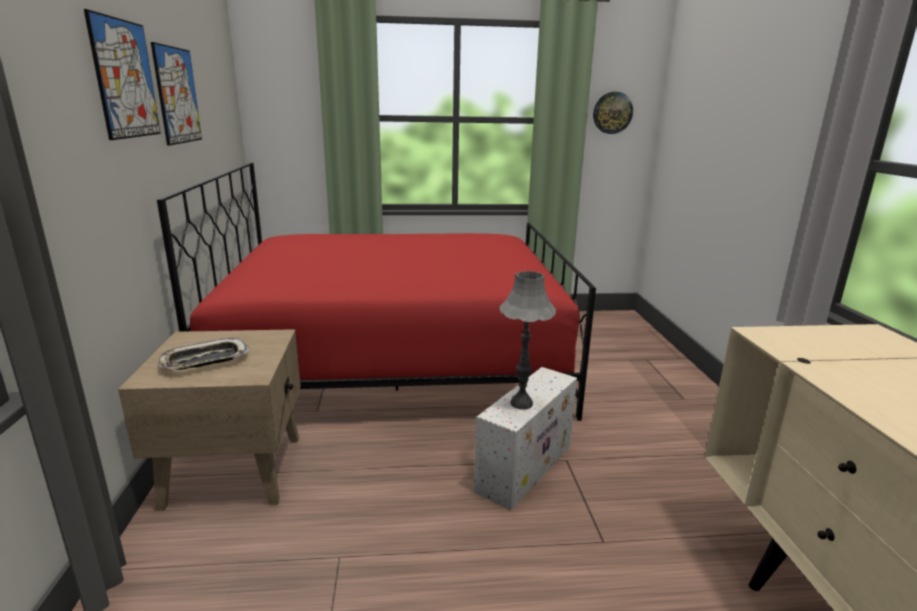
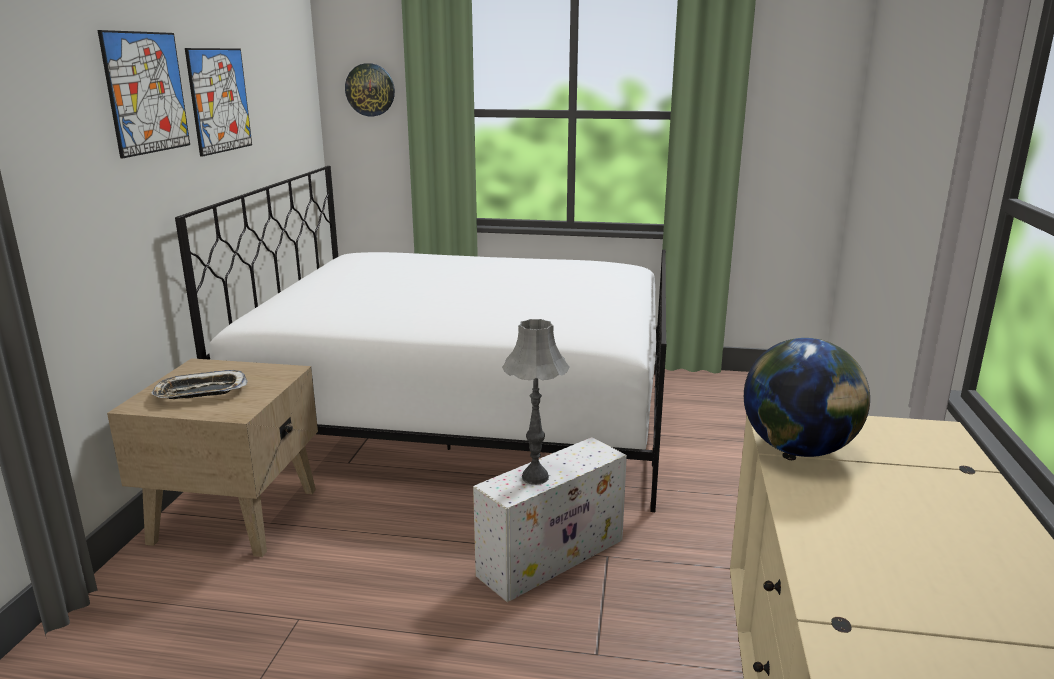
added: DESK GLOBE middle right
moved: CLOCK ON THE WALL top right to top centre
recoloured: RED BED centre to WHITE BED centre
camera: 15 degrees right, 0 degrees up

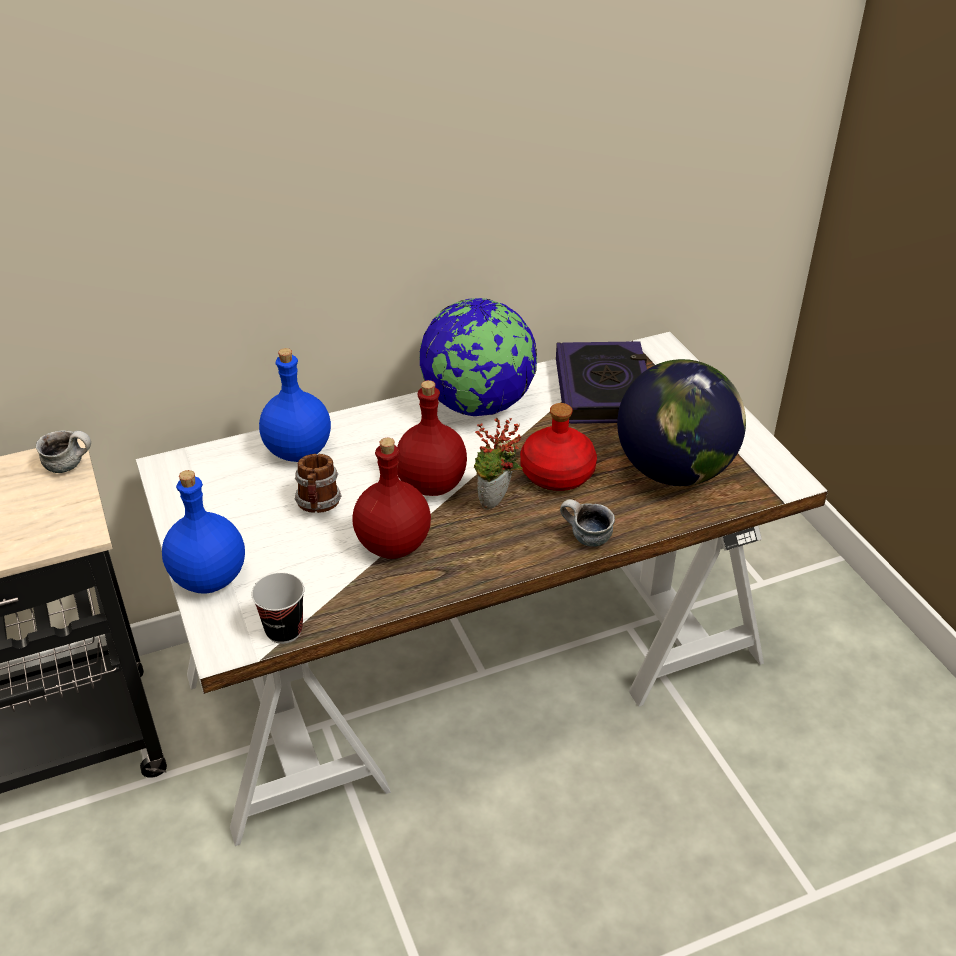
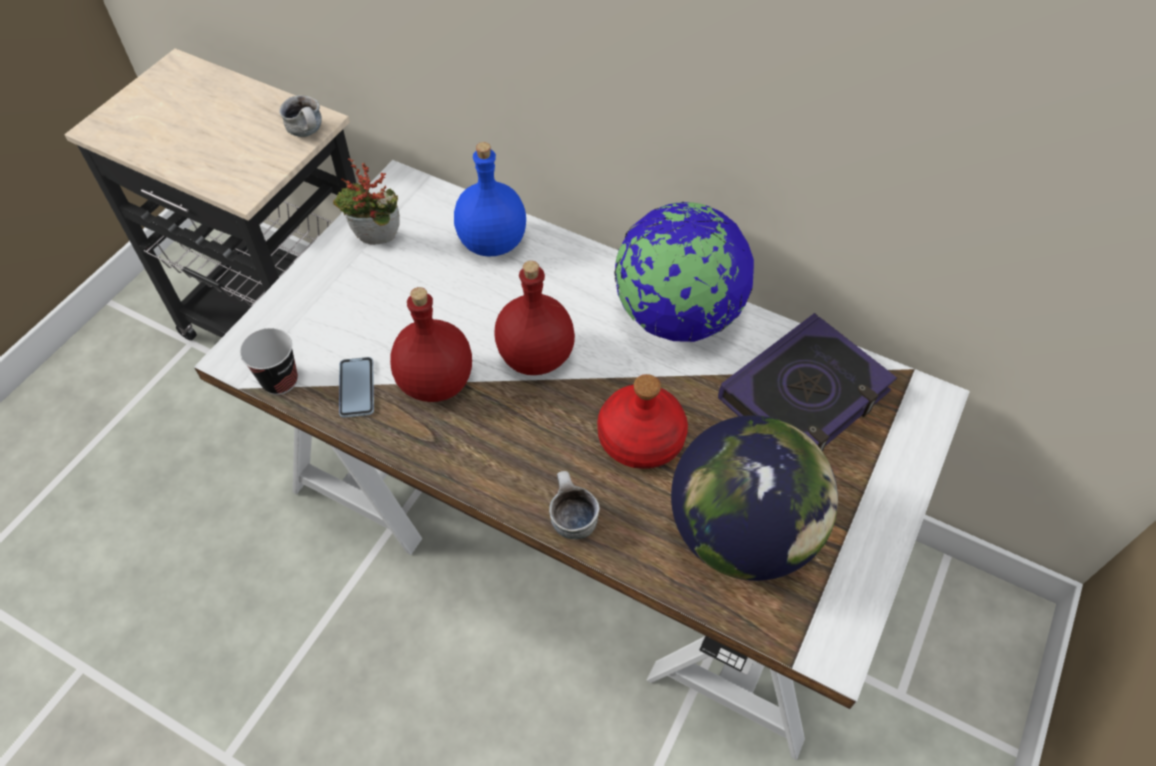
removed: TEA MUG (2nd from left) middle left; BLUISH BOTTLE (1st from left) middle left
added: HANDSET middle left
moved: HOUSEPLANT centre to top left
camera: 50 degrees right, 15 degrees up

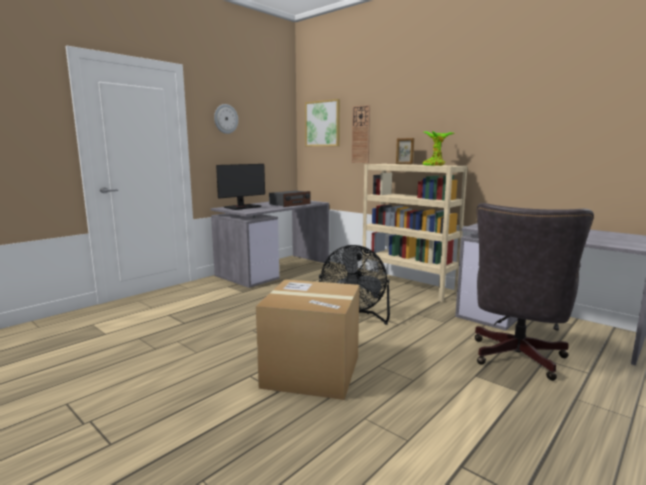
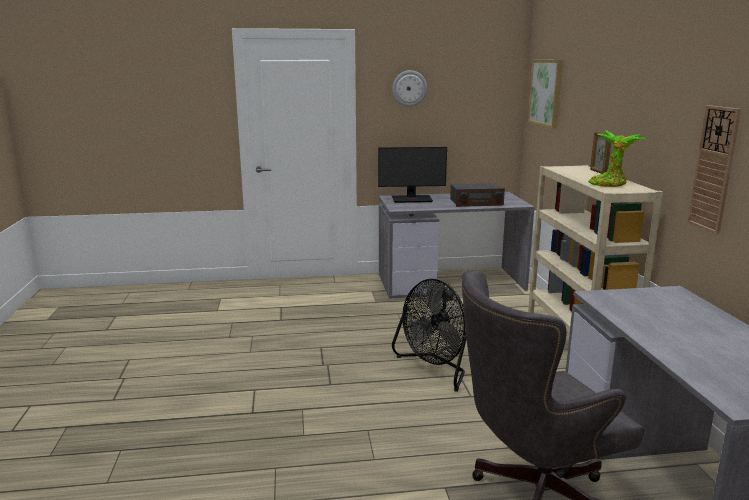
removed: CARDBOARD BOX bottom centre
moved: CLOCK ON THE WALL (2nd from left) top centre to middle right
camera: 40 degrees right, 5 degrees up

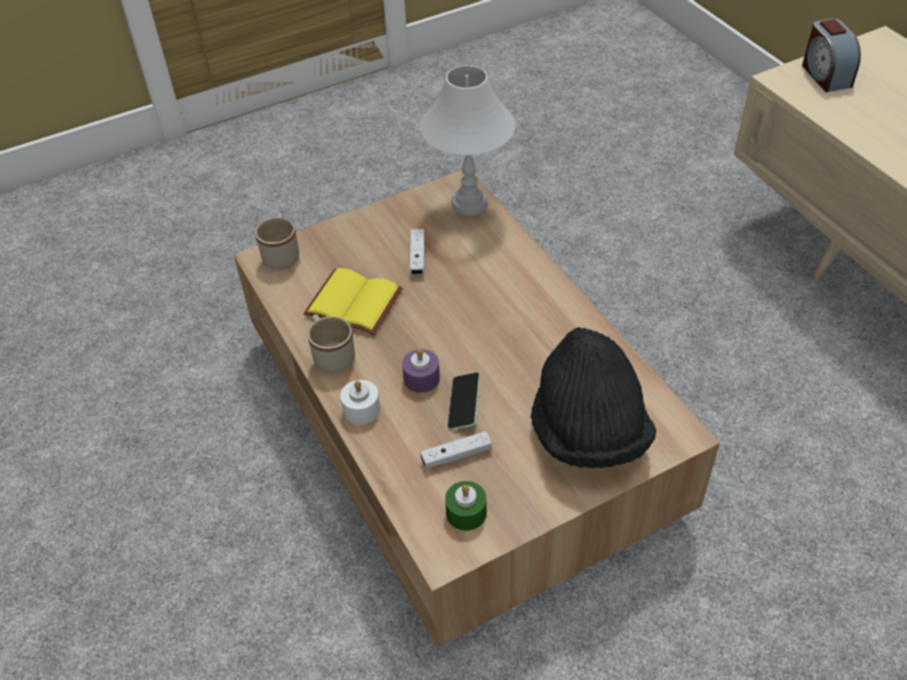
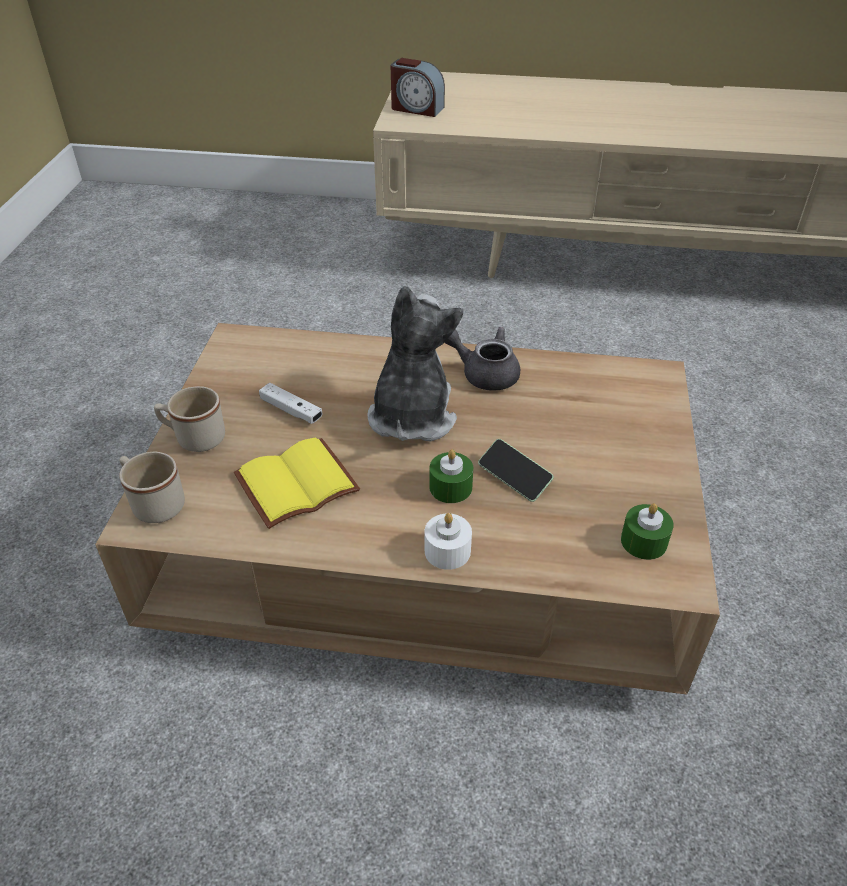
removed: WHITE TABLETOP LAMP top centre; BLACKISH WEARABLE HAT centre; WHITE GAME CONTROLLER (2nd from left) centre
added: SOFT TOY centre; GRAY POT FOR TEA centre
moved: BEIGE TEA MUG (2nd from left) centre to middle left
recoloured: PURPLISH WAX LIGHT centre to GREENISH WAX LIGHT (1st from left) centre
camera: 55 degrees left, 5 degrees down

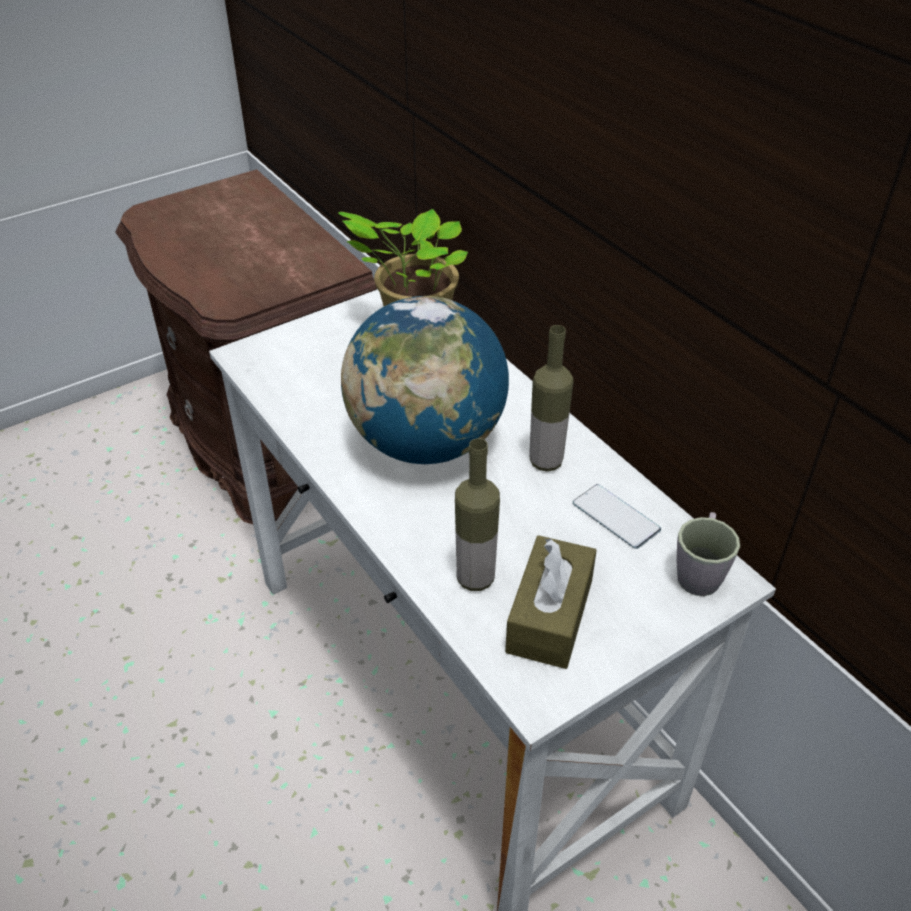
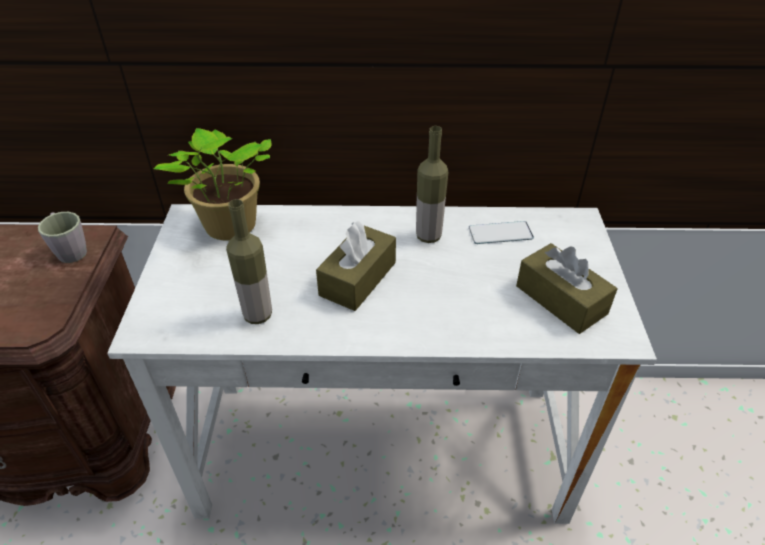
moved: BOTTLE (1st from left) centre to middle left; GRAY TEA MUG middle right to middle left
replaced: DESK GLOBE centre to BROWNISH TISSUE BOX (1st from left) centre
camera: 55 degrees left, 0 degrees up

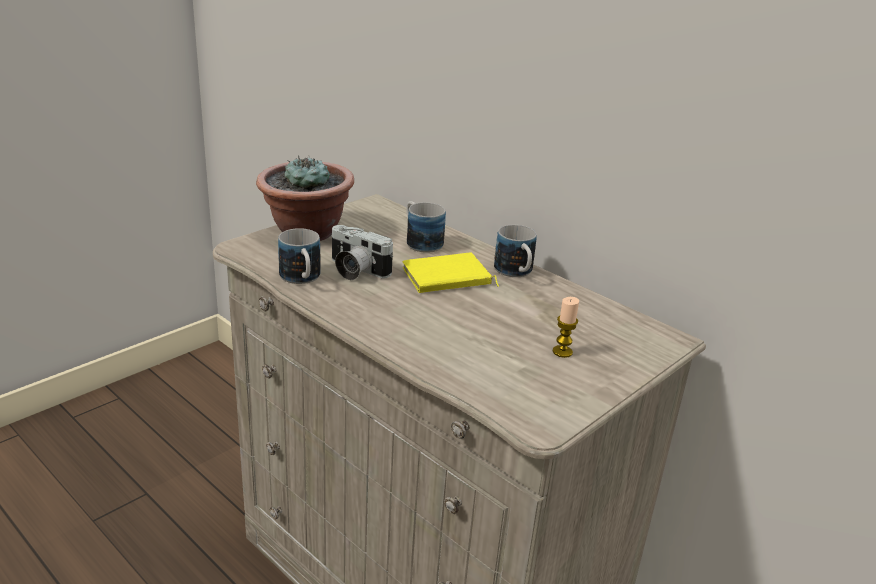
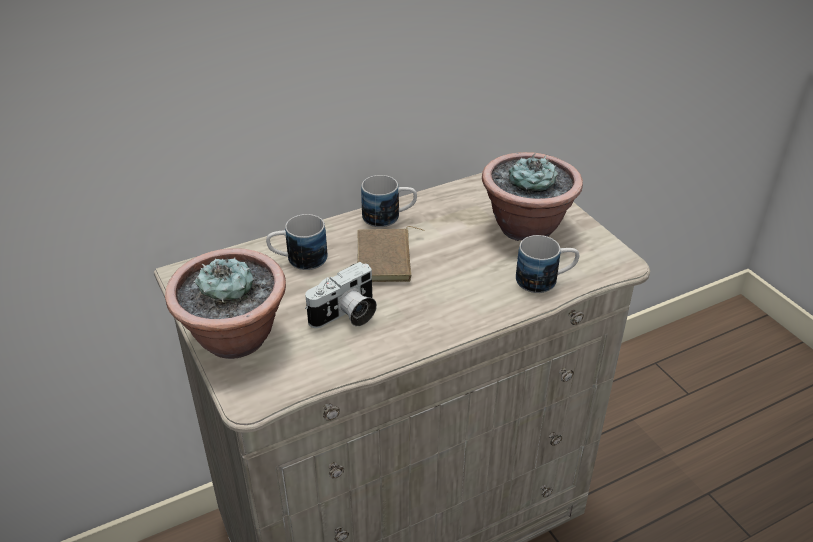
moved: TEA MUG (1st from left in the first image) centre to TEA MUG (3rd from left) middle right
replaced: WAX LIGHT centre to HOUSEPLANT (2nd from left) centre
recoloured: YELLOW VOLUME centre to BROWNISH VOLUME centre
camera: 70 degrees left, 10 degrees up

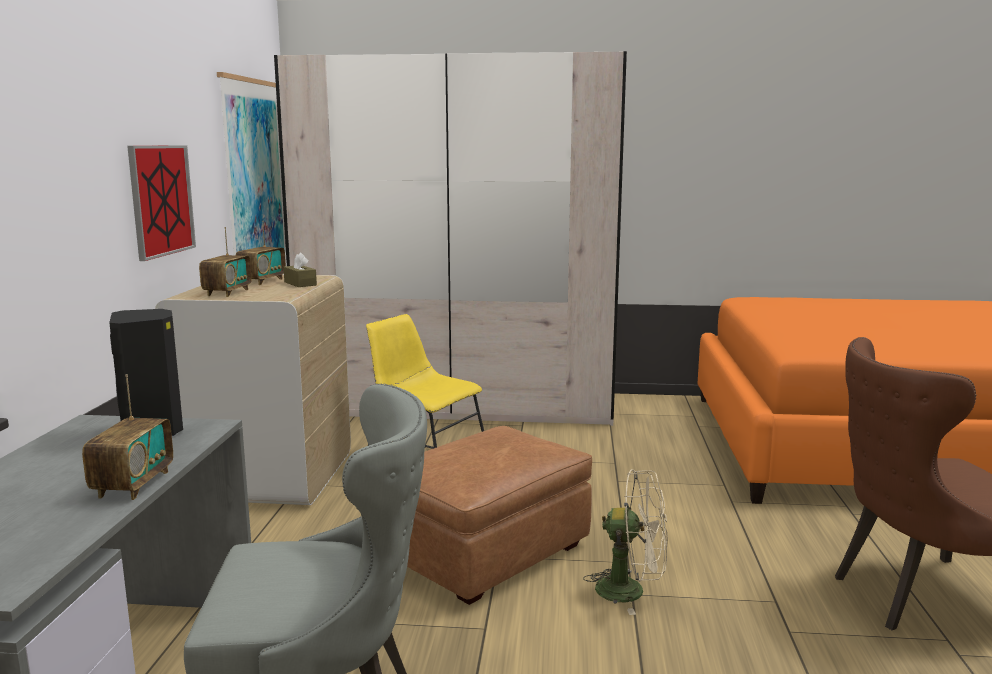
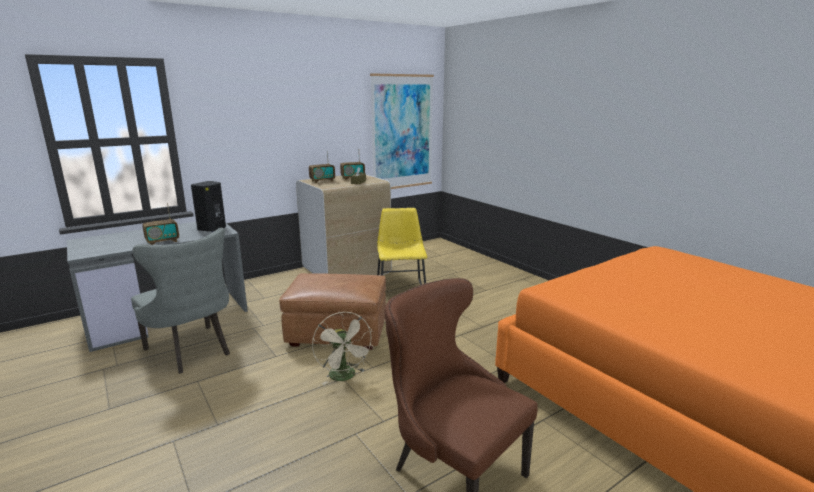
removed: BEIGE WARDROBE centre; WALL ART (1st from left) top left
camera: 50 degrees right, 5 degrees up

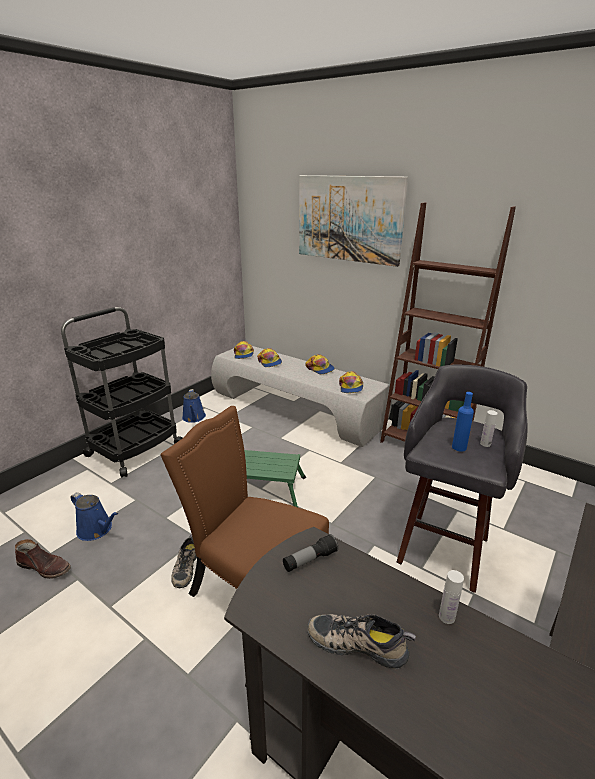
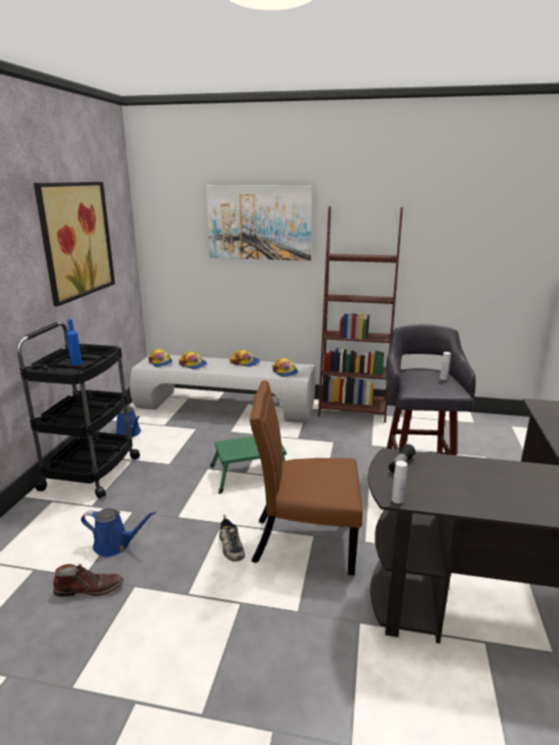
removed: SHOE (2nd from left) bottom centre
added: WALL ART (1st from left) top left
moved: BLUISH BOTTLE middle right to middle left; WHITE BOTTLE (1st from left) bottom right to middle right
camera: 25 degrees left, 5 degrees down

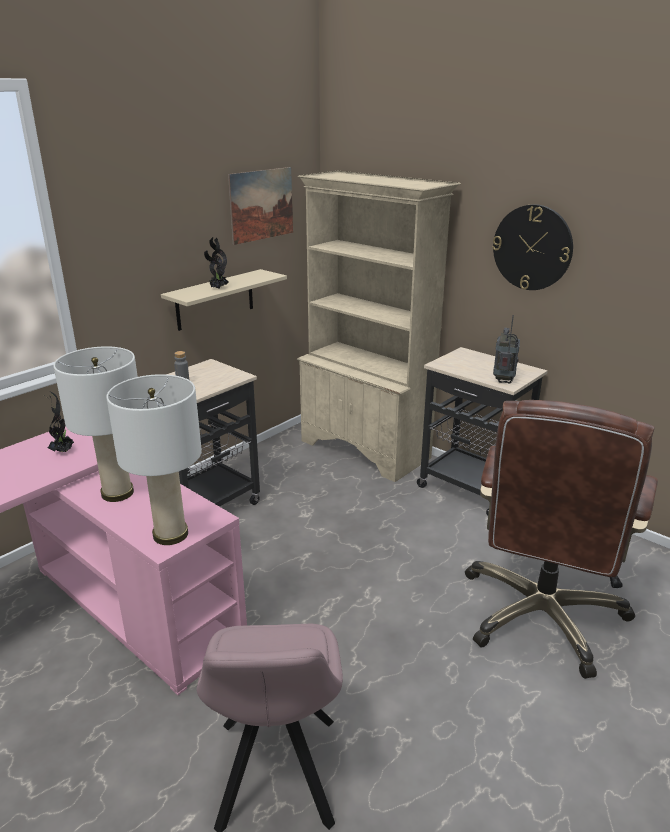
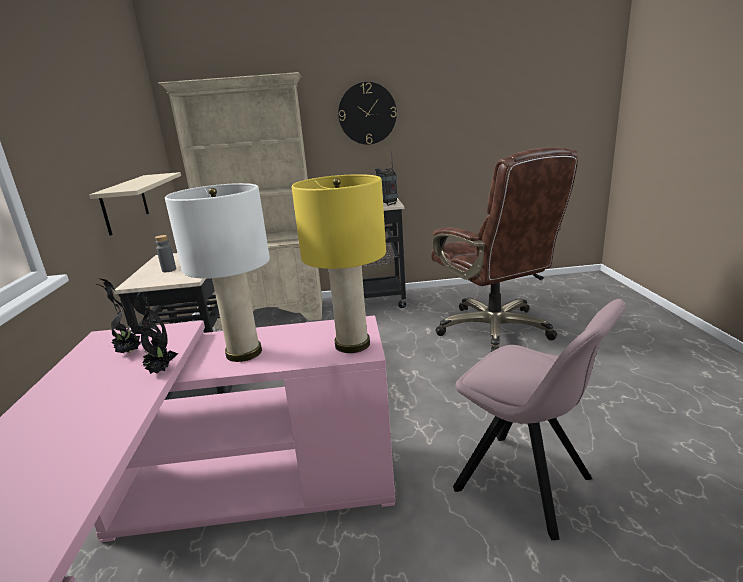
removed: WALL ART top centre
moved: HOUSEPLANT (2nd from left) top left to middle left
recoloured: WHITE TABLETOP LAMP (2nd from left) middle left to YELLOW TABLETOP LAMP centre
camera: 45 degrees left, 5 degrees down

